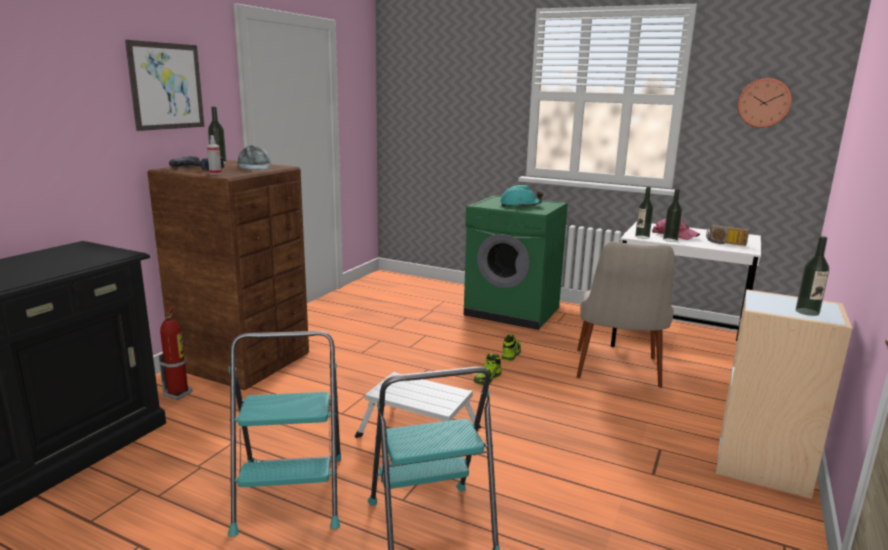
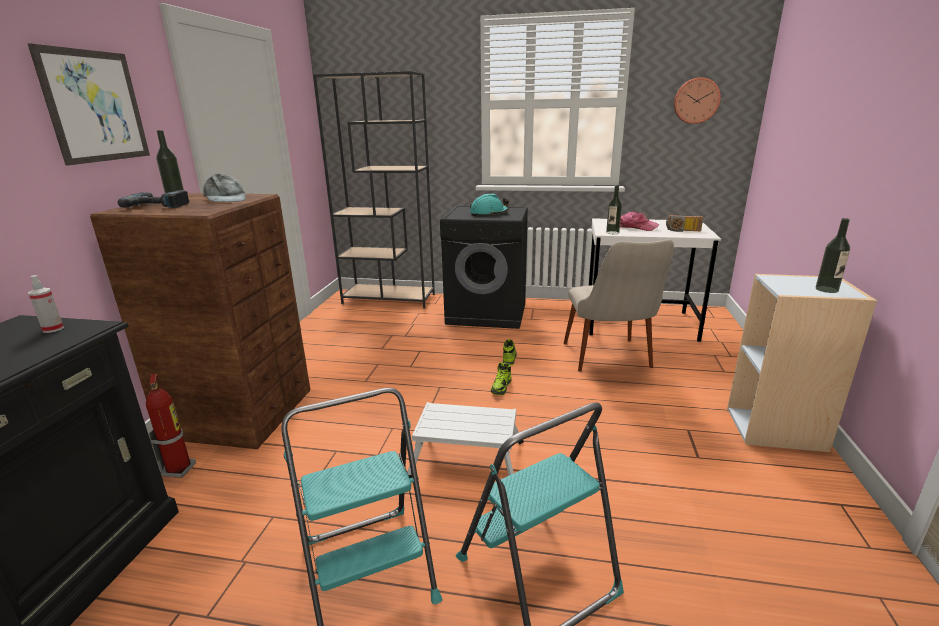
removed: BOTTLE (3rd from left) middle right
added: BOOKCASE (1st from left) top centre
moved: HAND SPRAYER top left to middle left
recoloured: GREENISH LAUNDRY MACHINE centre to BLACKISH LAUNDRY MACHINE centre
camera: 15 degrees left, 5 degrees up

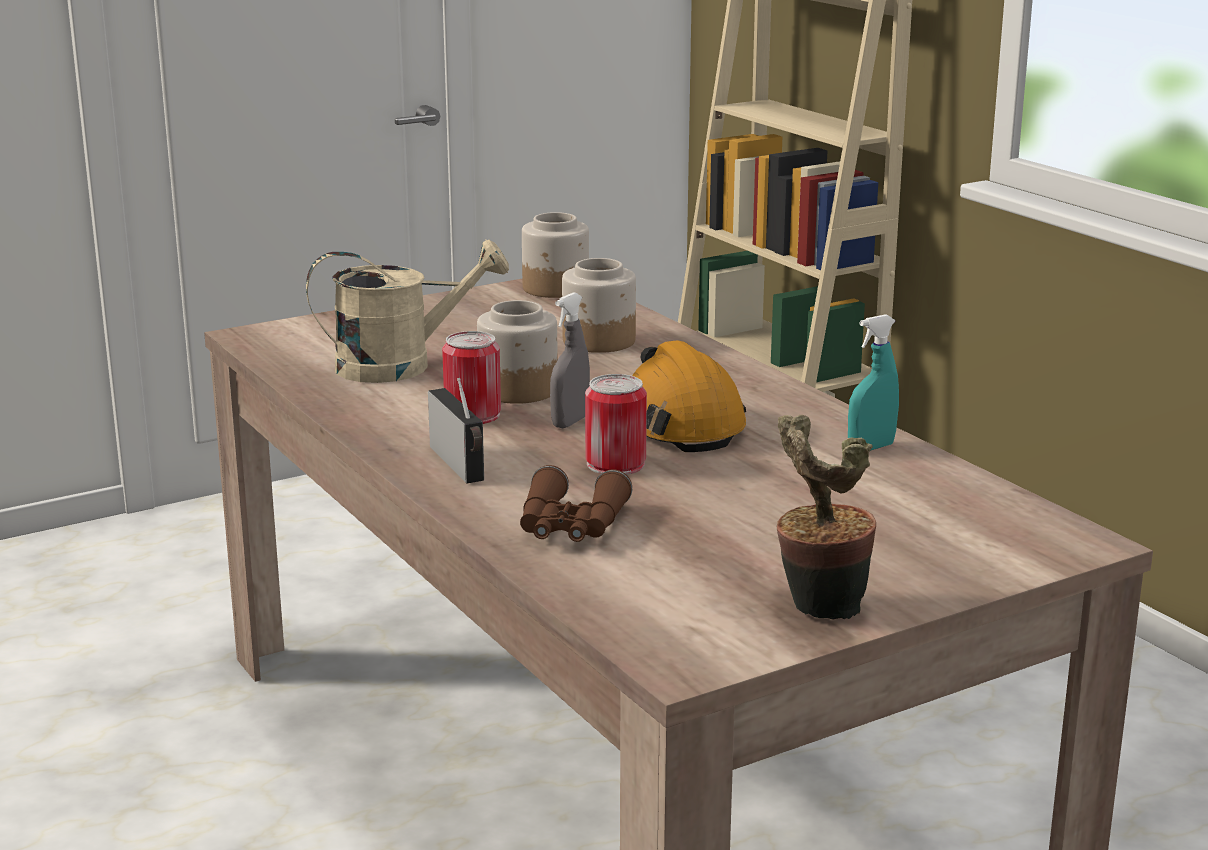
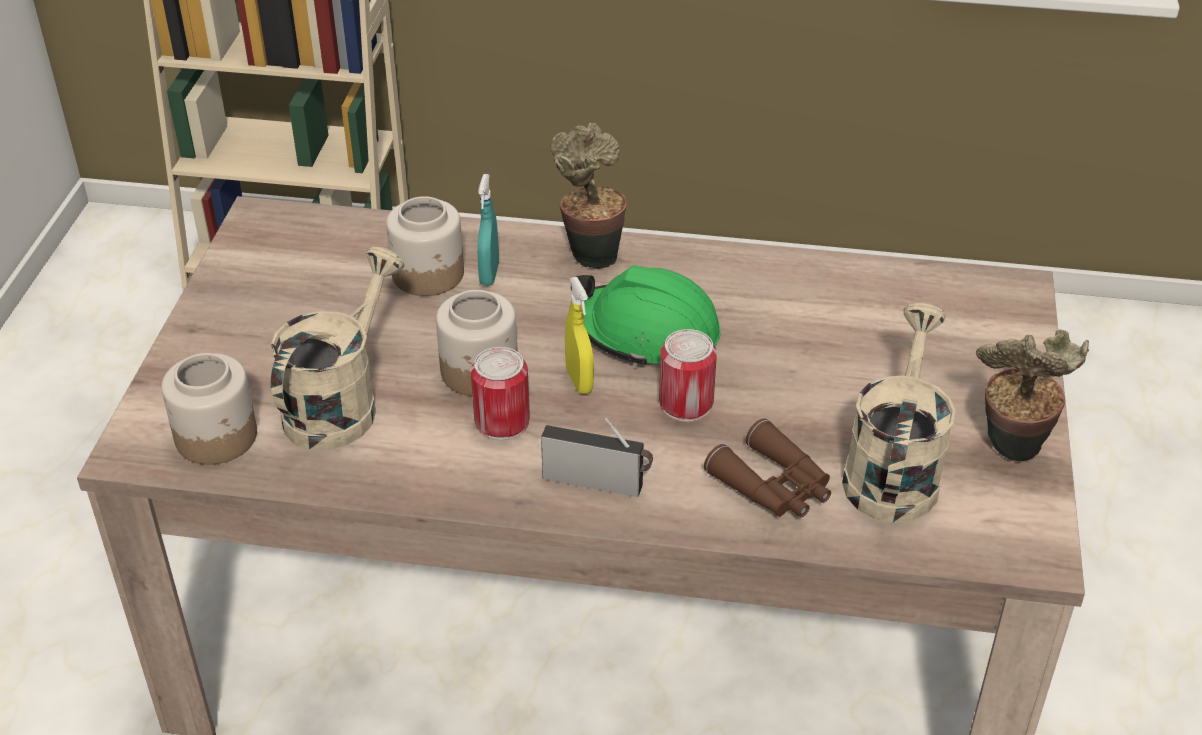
added: HOUSEPLANT (1st from left) top centre; BEIGE SPRINKLING CAN (2nd from left) middle right
moved: JAR (2nd from left in the first image) top centre to JAR (1st from left) middle left; BLUE-GREEN HAND SPRAYER middle right to top centre
recoloured: GRAY HAND SPRAYER centre to YELLOW HAND SPRAYER centre; ORANGE-COLOURED HARD HAT centre to GREENISH HARD HAT centre
camera: 50 degrees left, 20 degrees up

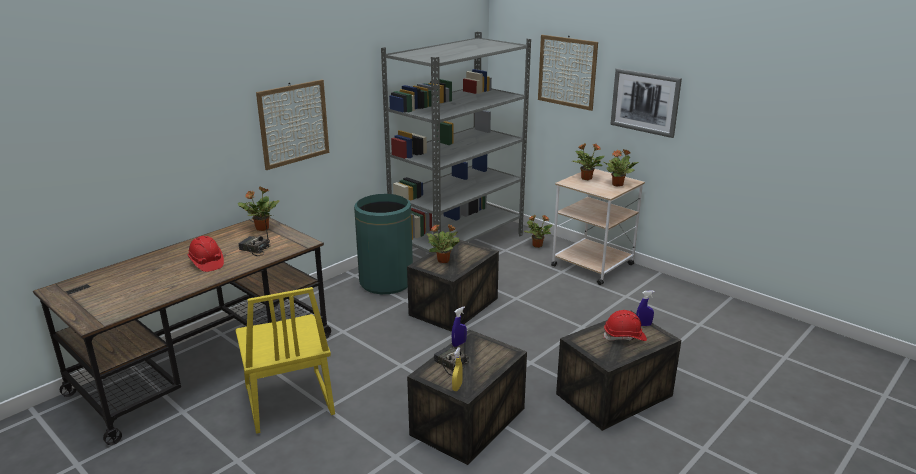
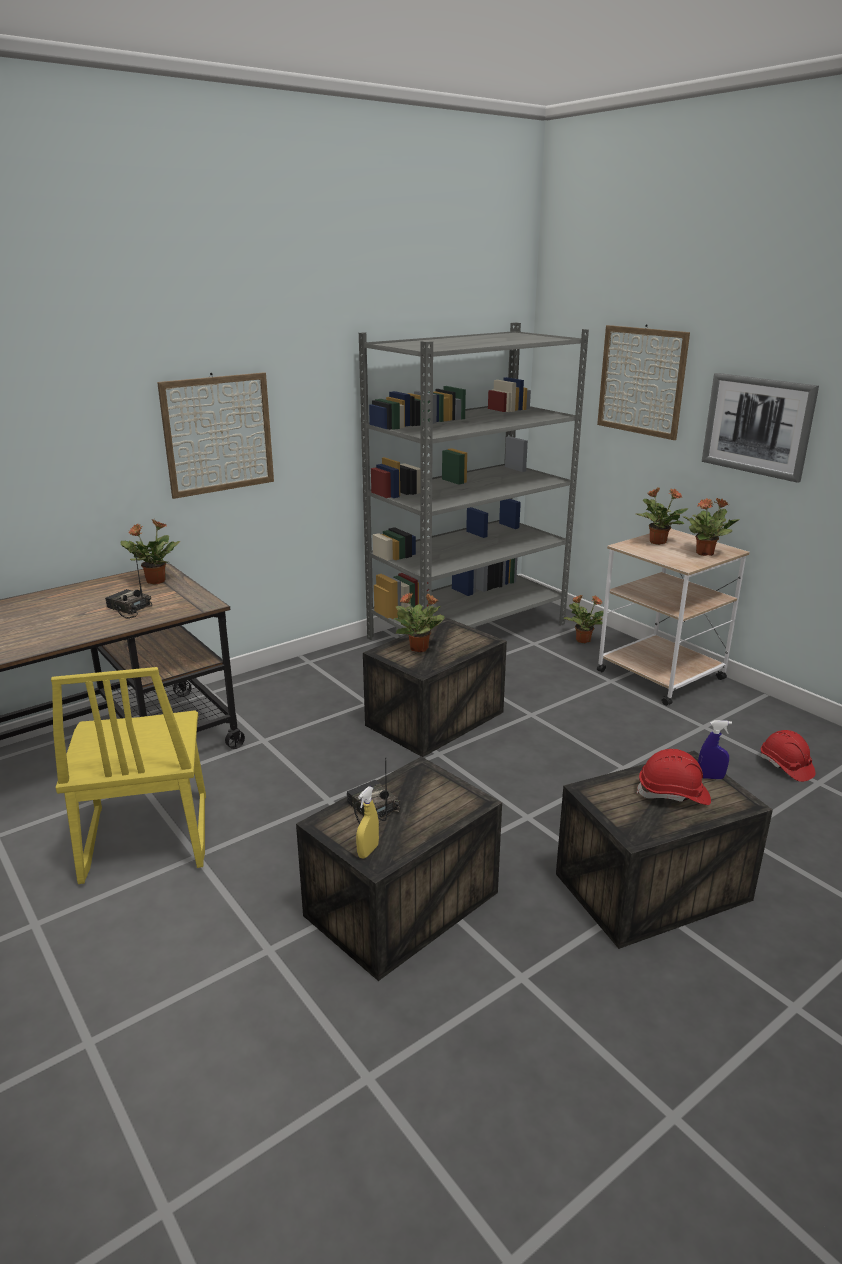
removed: GREENISH TRASH CAN centre; BLUISH HAND SPRAYER (1st from left) bottom centre
moved: RED HARD HAT (1st from left in the first image) middle left to RED HARD HAT (2nd from left) middle right
camera: 10 degrees right, 0 degrees up

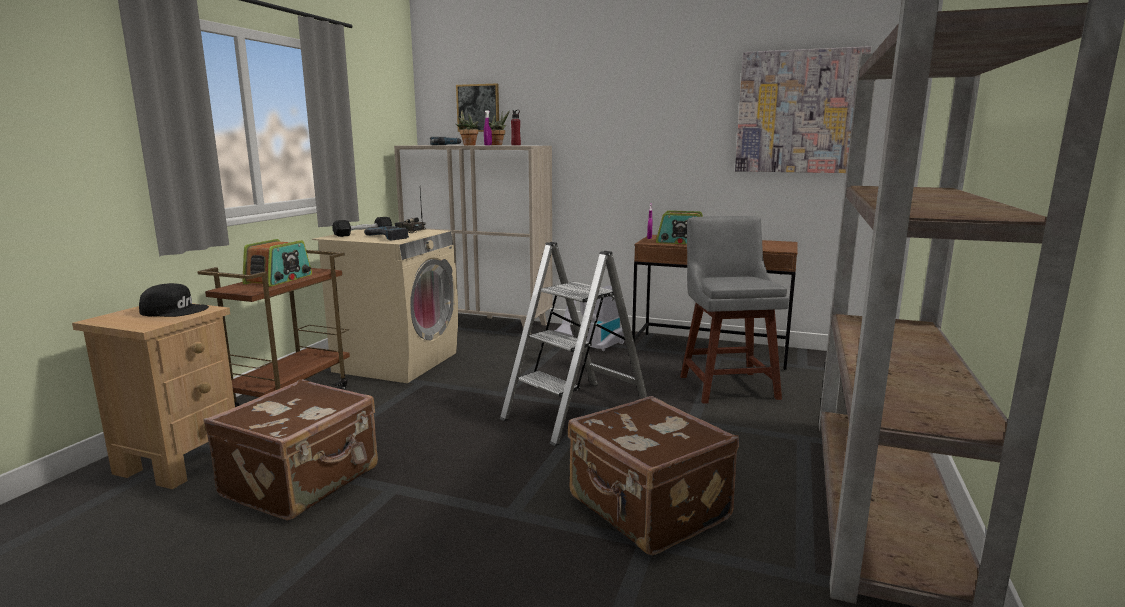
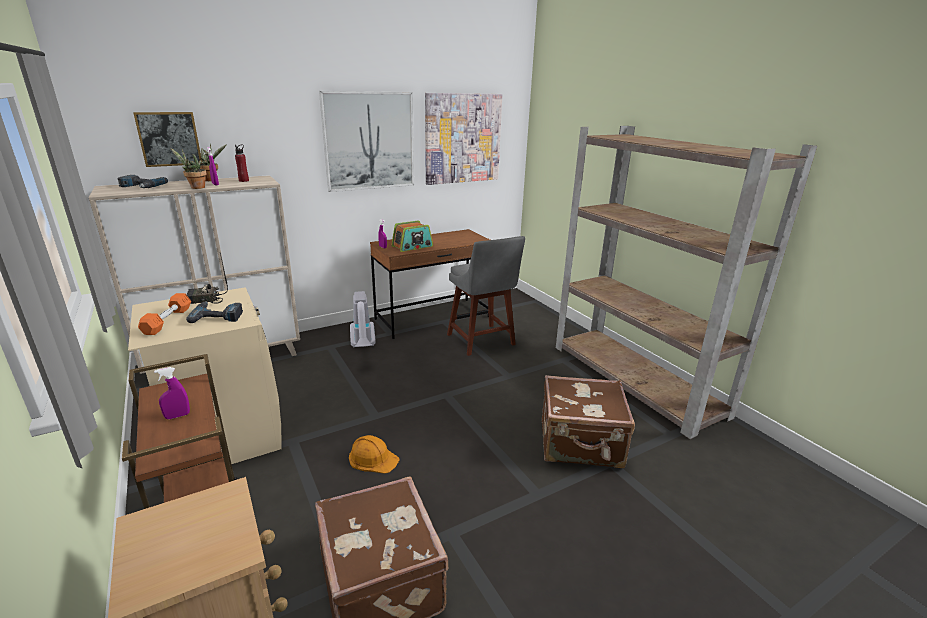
removed: GRAY STEP STOOL centre; BLACKISH BASEBALL CAP middle left
added: WALL ART (2nd from left) top centre; ORANGE-COLOURED HARD HAT bottom centre
replaced: RADIO SET (1st from left) middle left to PURPLISH HAND SPRAYER (1st from left) middle left
recoloured: BLACKISH DUMBBELL middle left to ORANGE-COLOURED DUMBBELL middle left
turned: GRAY CHAIR centre = centre 150 degrees counterclockwise
camera: 50 degrees left, 10 degrees up

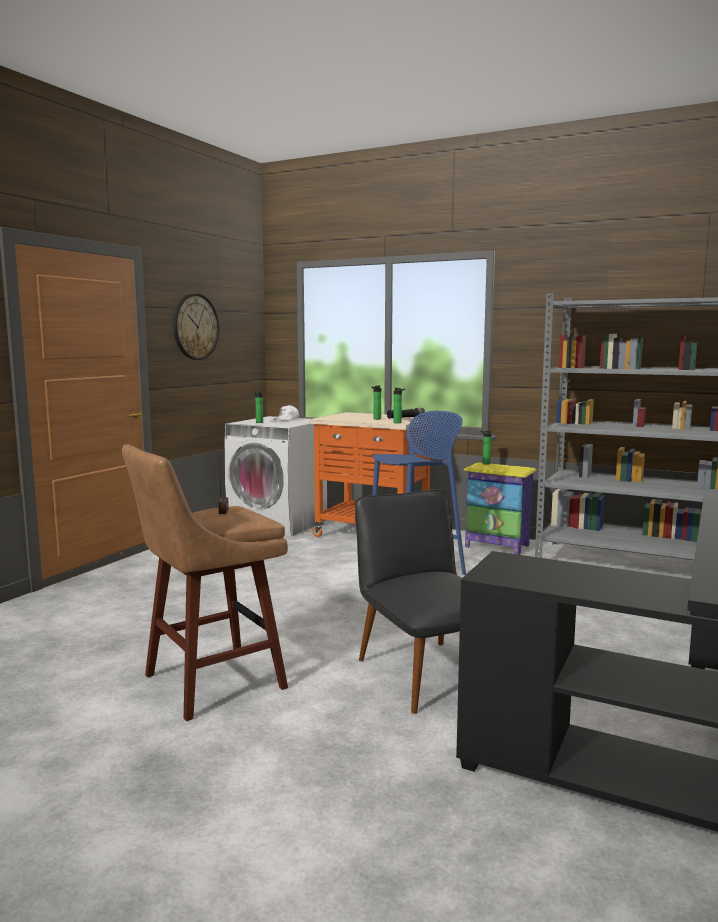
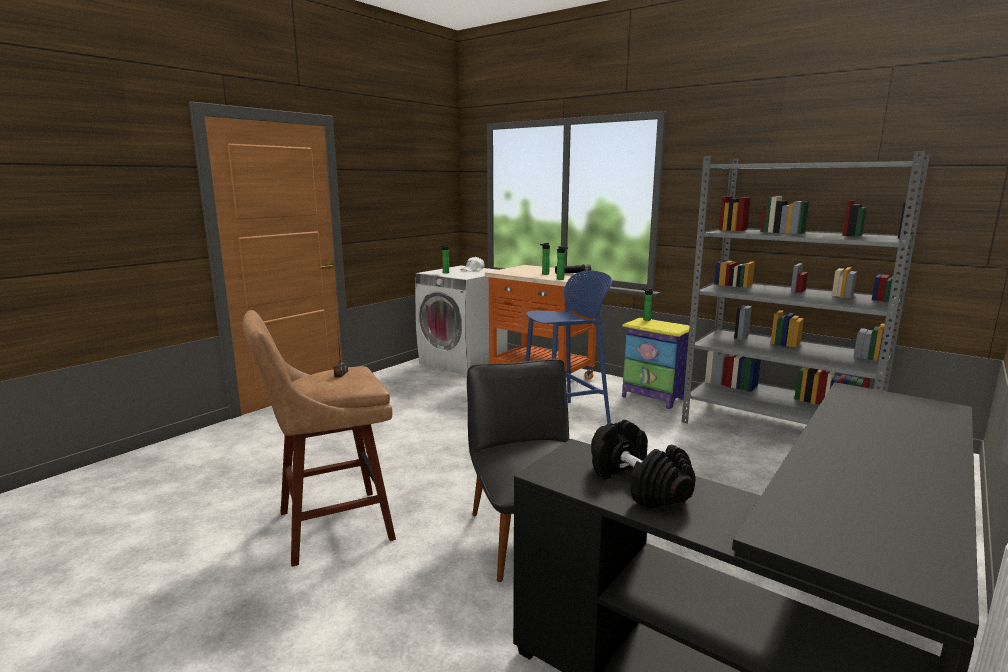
removed: CLOCK ON THE WALL middle left
added: BLACKISH DUMBBELL bottom centre
camera: 10 degrees right, 5 degrees up

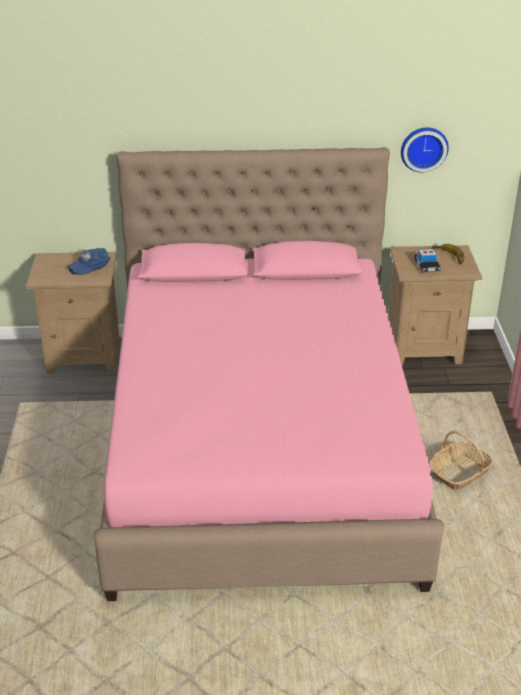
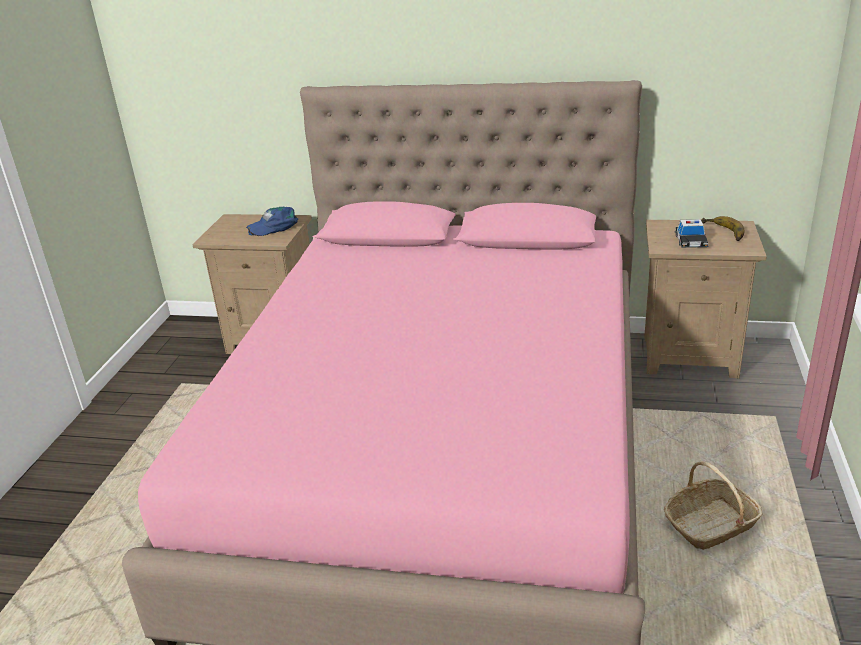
removed: CLOCK ON THE WALL top right
camera: 15 degrees right, 5 degrees down

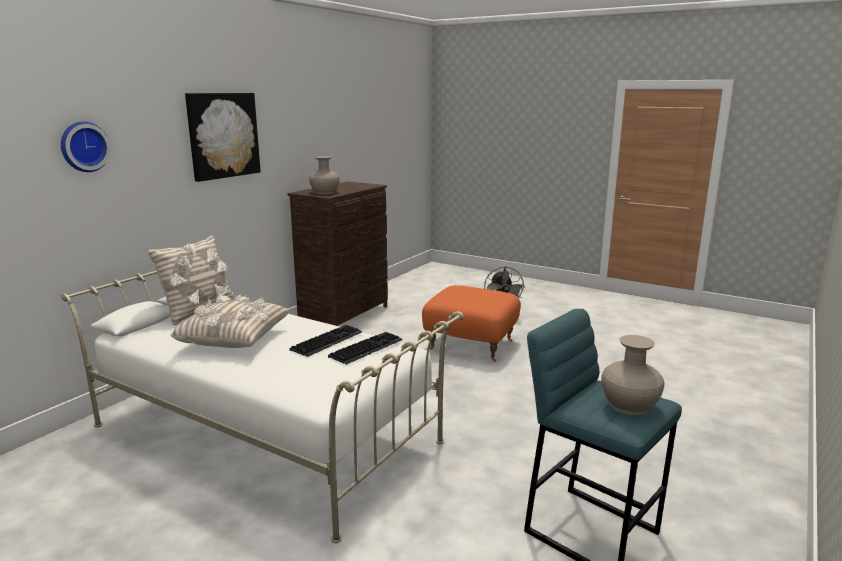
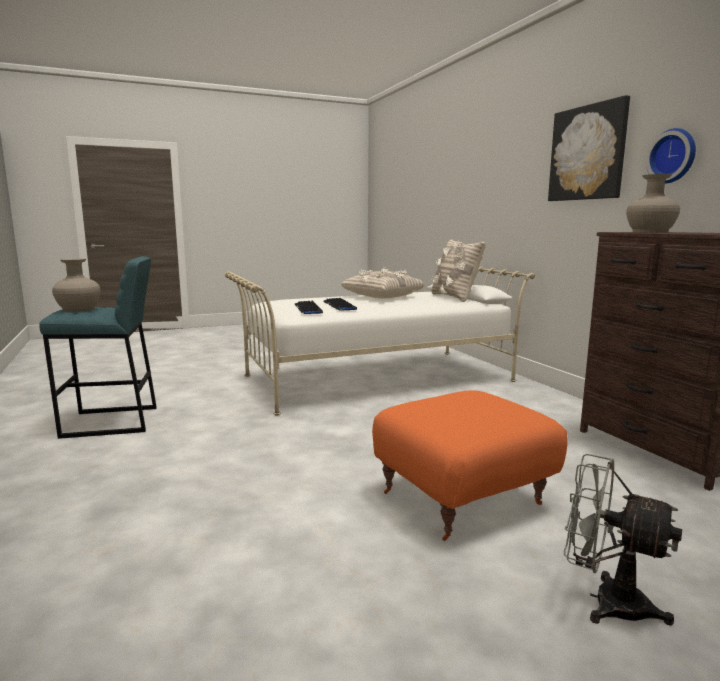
moved: CLOCK ON THE WALL top left to top right
camera: 125 degrees right, 5 degrees down

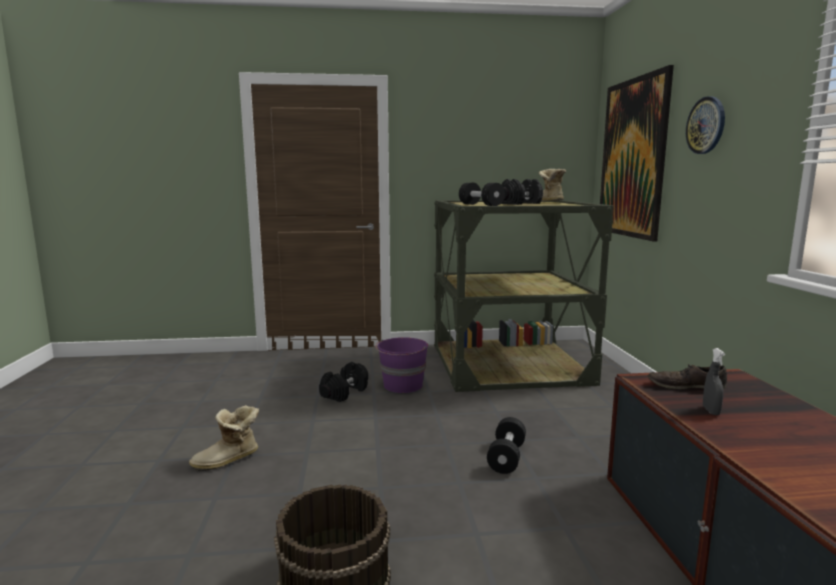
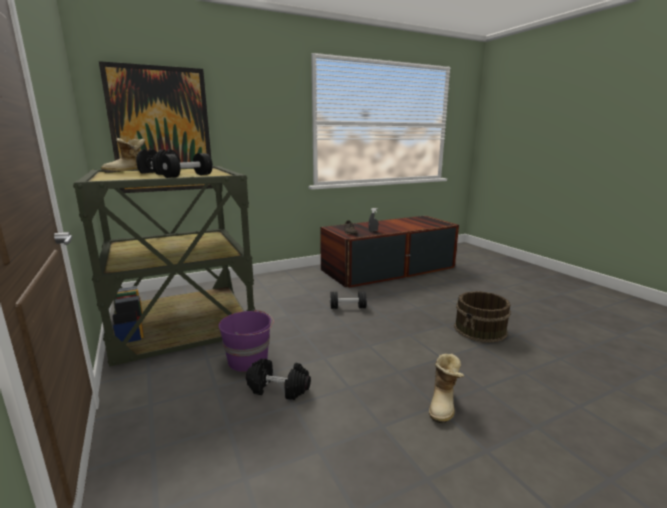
removed: CLOCK ON THE WALL top right
turned: TALL BOOT (1st from left in the first image) bottom left = bottom right 75 degrees clockwise
camera: 110 degrees left, 5 degrees up

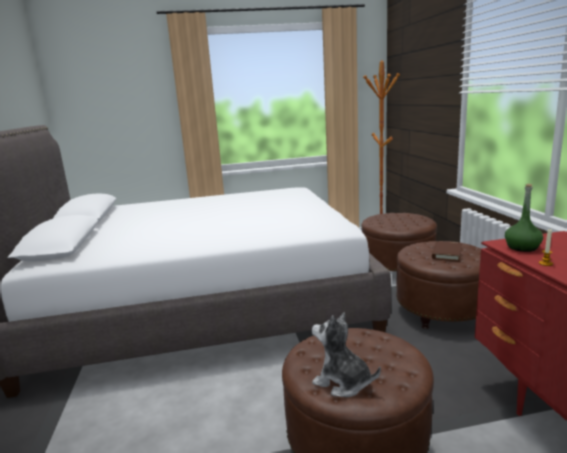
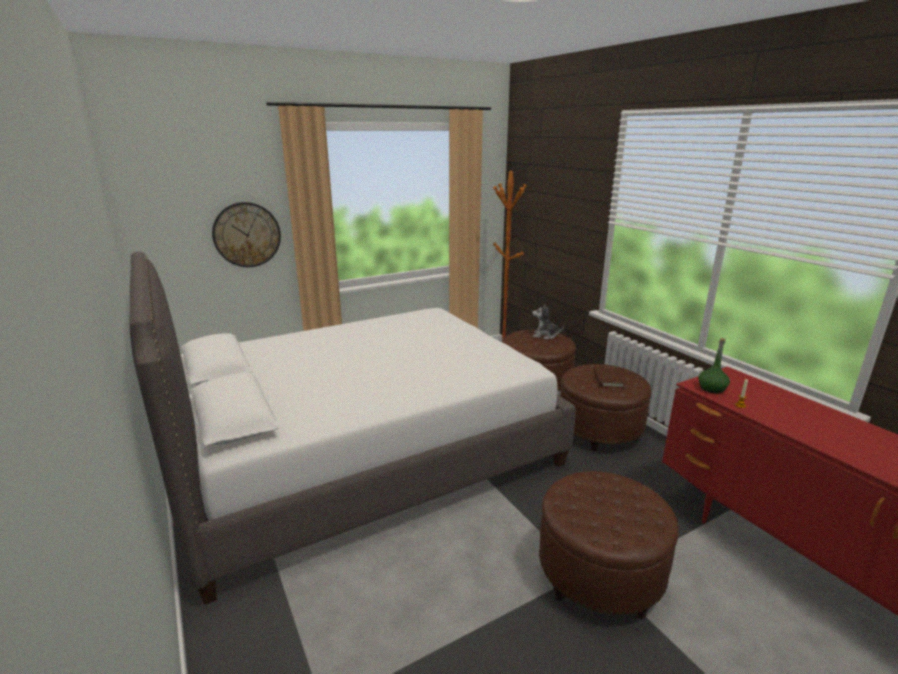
added: CLOCK ON THE WALL middle left
moved: SOFT TOY bottom centre to centre
camera: 20 degrees left, 5 degrees up

